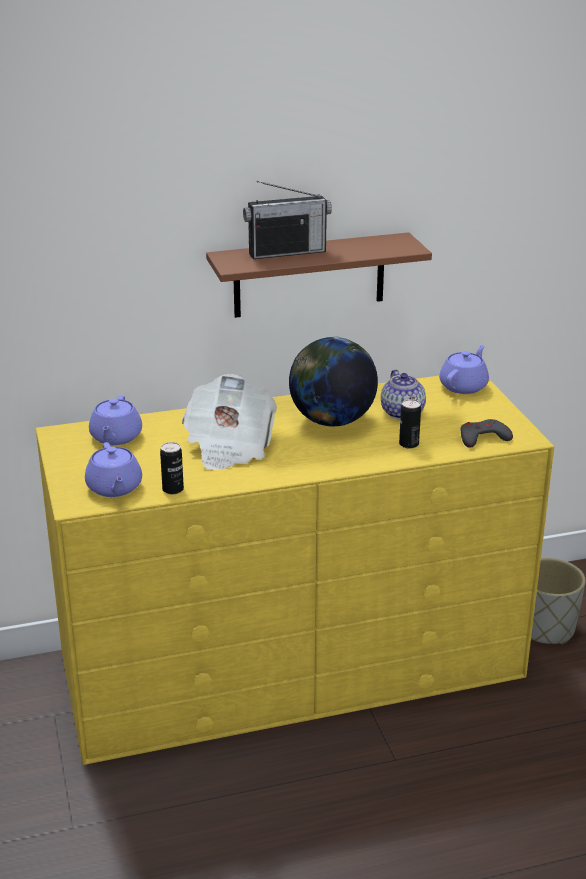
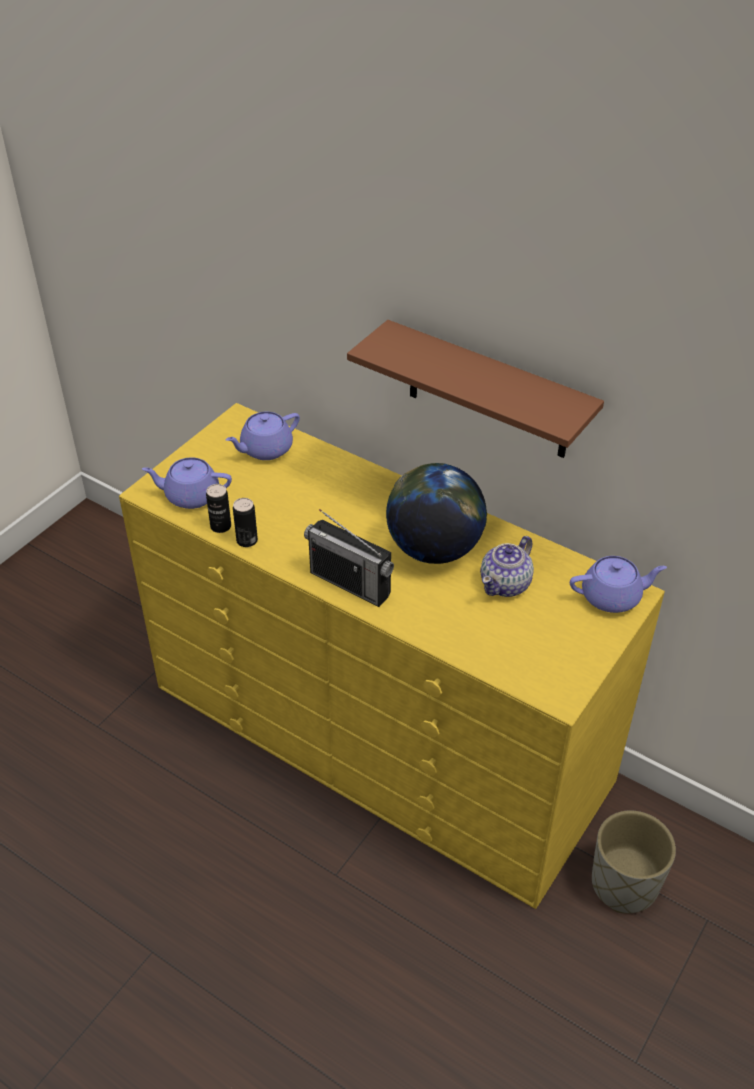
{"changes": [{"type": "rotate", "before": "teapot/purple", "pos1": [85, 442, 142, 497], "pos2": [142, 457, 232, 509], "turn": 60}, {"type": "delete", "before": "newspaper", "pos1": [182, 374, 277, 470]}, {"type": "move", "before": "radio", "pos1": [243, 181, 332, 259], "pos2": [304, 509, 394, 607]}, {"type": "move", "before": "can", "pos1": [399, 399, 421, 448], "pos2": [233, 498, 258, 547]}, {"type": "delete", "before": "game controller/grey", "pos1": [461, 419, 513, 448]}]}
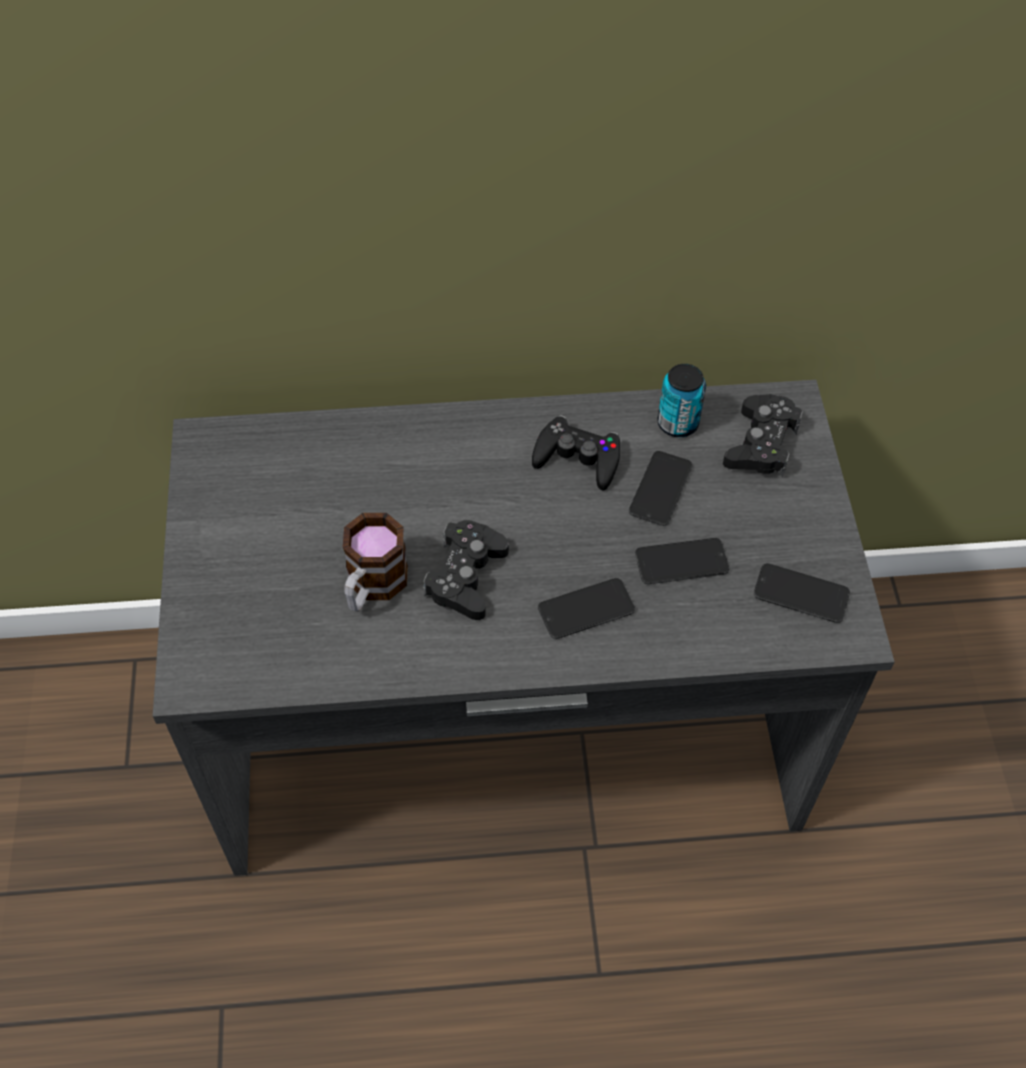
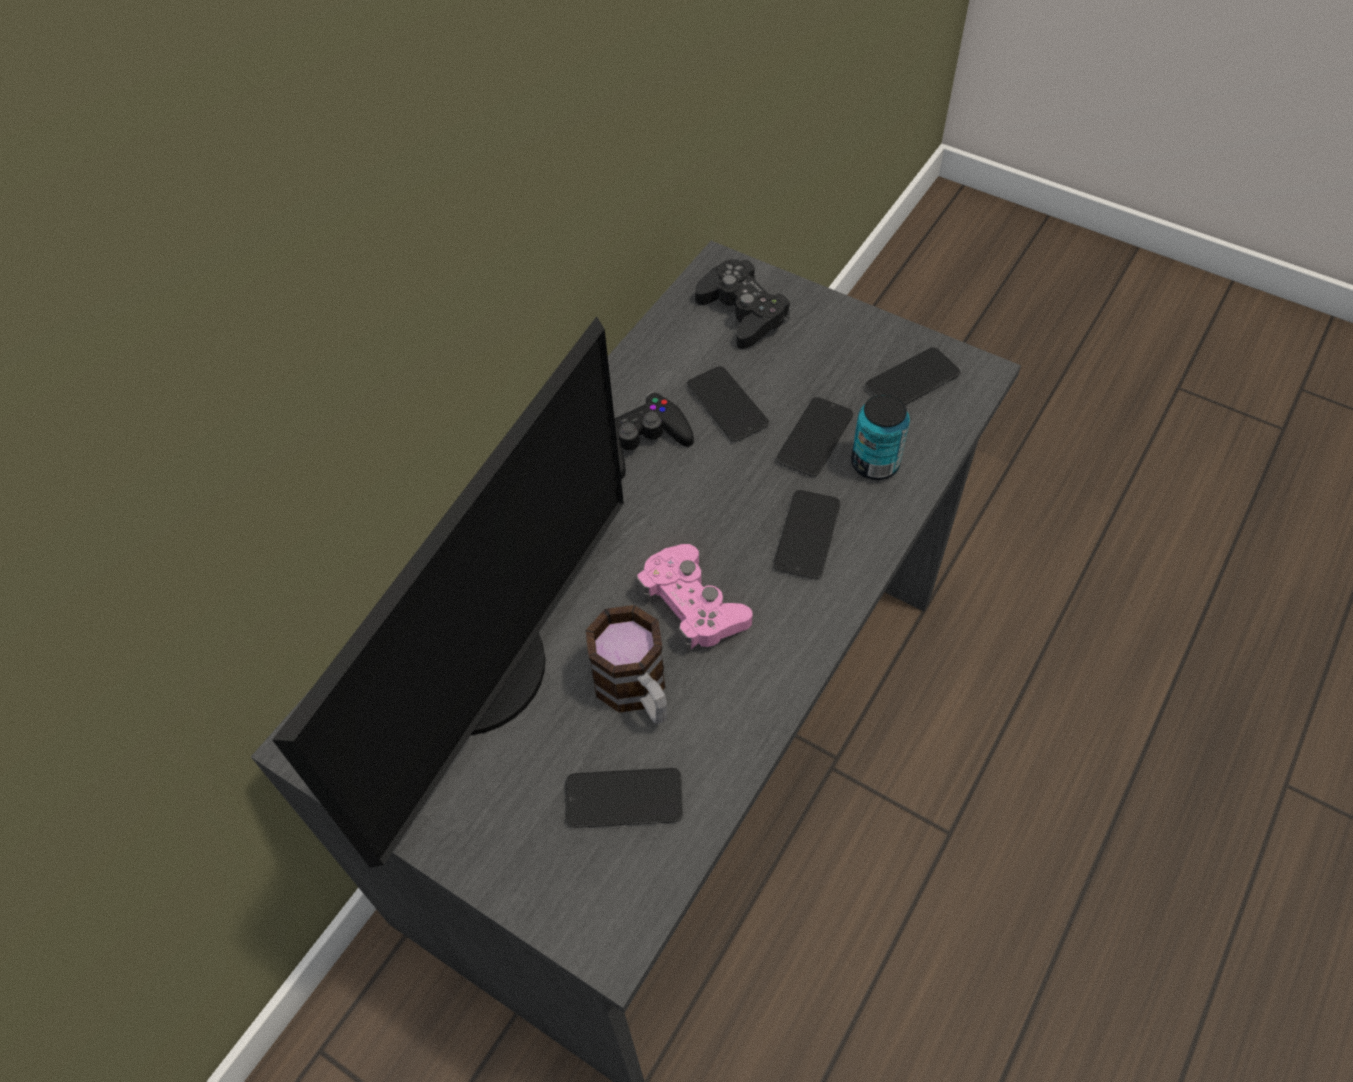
{"changes": [{"type": "recolor", "before": "game controller/black", "after": "game controller/pink", "pos1": [423, 520, 509, 620], "pos2": [637, 544, 752, 654]}, {"type": "move", "before": "can", "pos1": [657, 364, 706, 437], "pos2": [851, 394, 910, 480]}, {"type": "insert", "after": "monitor", "pos2": [272, 316, 624, 868]}, {"type": "insert", "after": "phone", "pos2": [565, 768, 683, 828]}]}
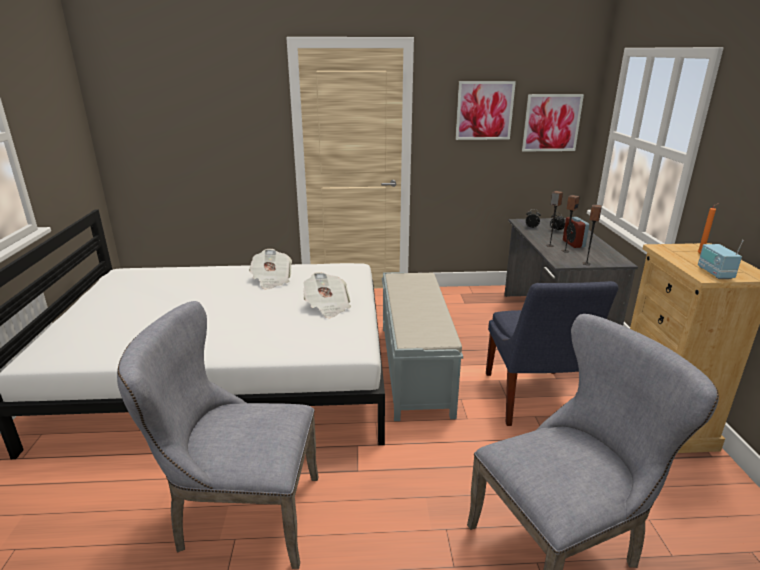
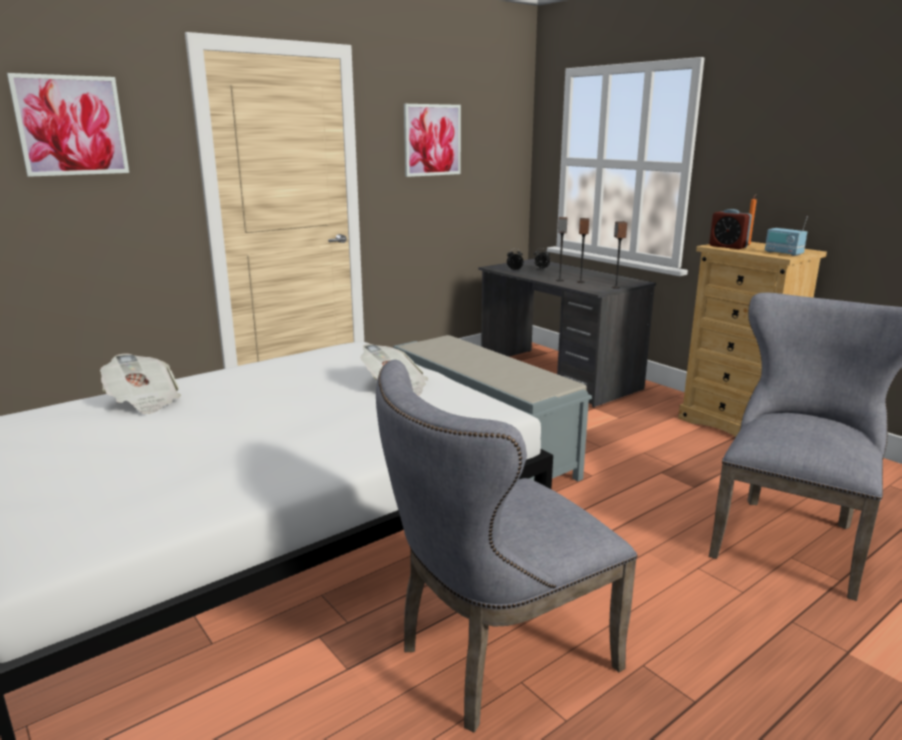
{"changes": [{"type": "move", "before": "newspaper", "pos1": [249, 249, 292, 290], "pos2": [100, 353, 181, 414]}, {"type": "delete", "before": "chair/blue", "pos1": [486, 281, 619, 426]}, {"type": "move", "before": "picture", "pos1": [522, 94, 584, 152], "pos2": [7, 73, 129, 177]}, {"type": "move", "before": "alarm clock", "pos1": [563, 217, 589, 248], "pos2": [709, 209, 752, 249]}]}
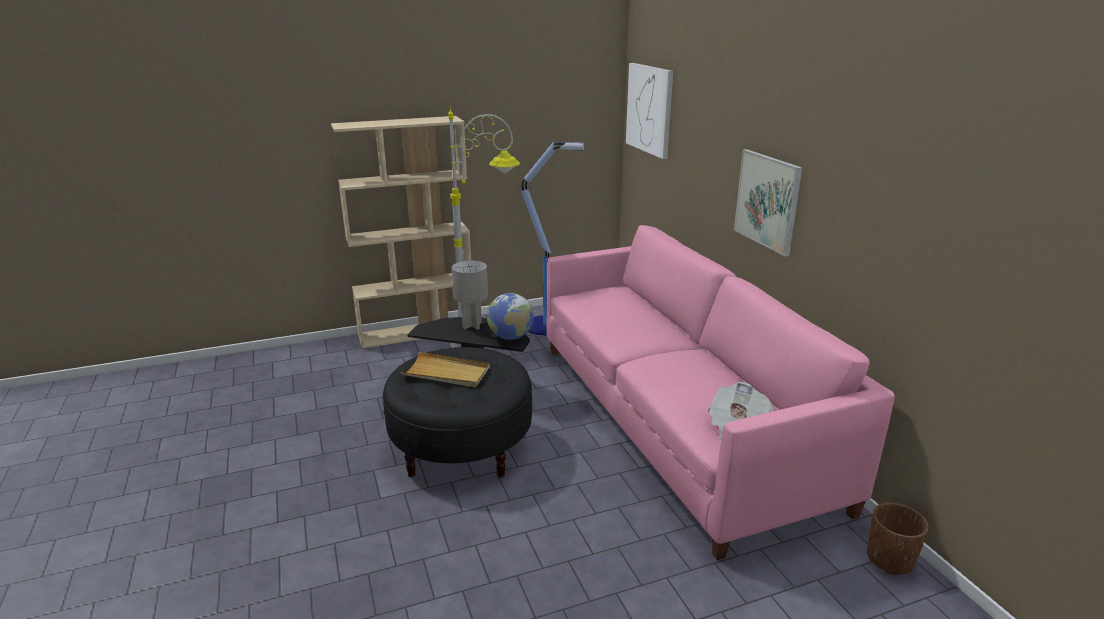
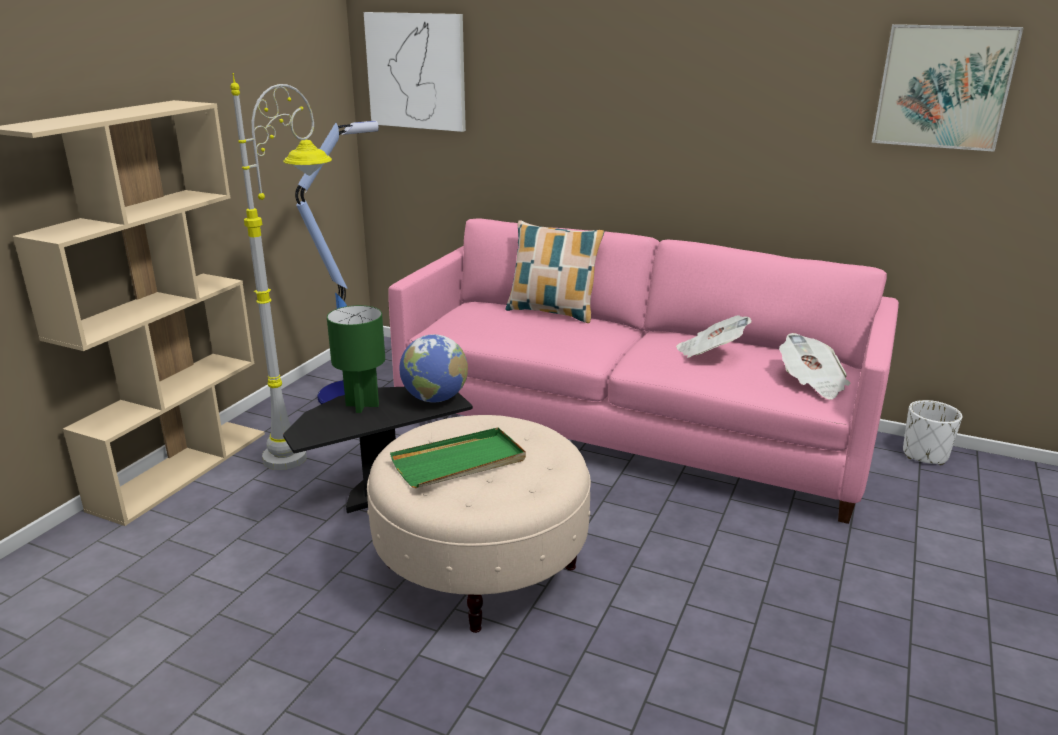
{"changes": [{"type": "recolor", "before": "ottoman/black", "after": "ottoman/beige", "pos1": [383, 347, 532, 478], "pos2": [367, 415, 591, 633]}, {"type": "recolor", "before": "tray/beige", "after": "tray/green", "pos1": [400, 352, 490, 387], "pos2": [390, 427, 526, 488]}, {"type": "recolor", "before": "table lamp/grey", "after": "table lamp/green", "pos1": [451, 260, 488, 330], "pos2": [327, 305, 385, 413]}, {"type": "move", "before": "picture", "pos1": [734, 149, 802, 256], "pos2": [872, 24, 1024, 152]}, {"type": "recolor", "before": "planter/brown", "after": "planter/white", "pos1": [867, 502, 929, 575], "pos2": [903, 400, 962, 465]}, {"type": "insert", "after": "pillow", "pos2": [505, 220, 604, 323]}, {"type": "insert", "after": "newspaper", "pos2": [676, 315, 752, 358]}]}
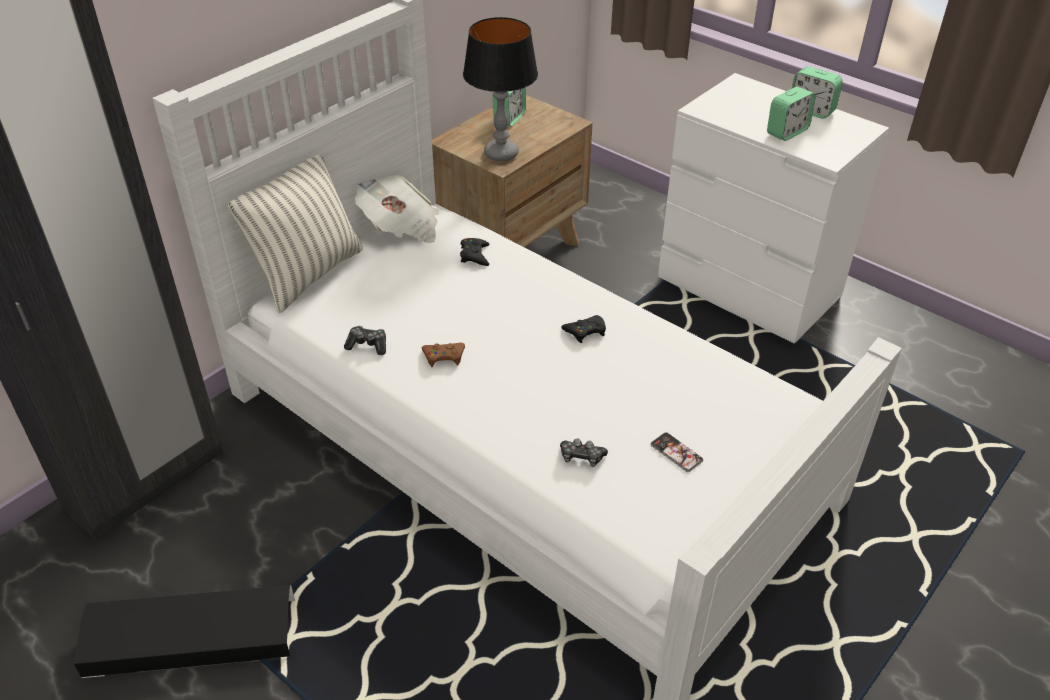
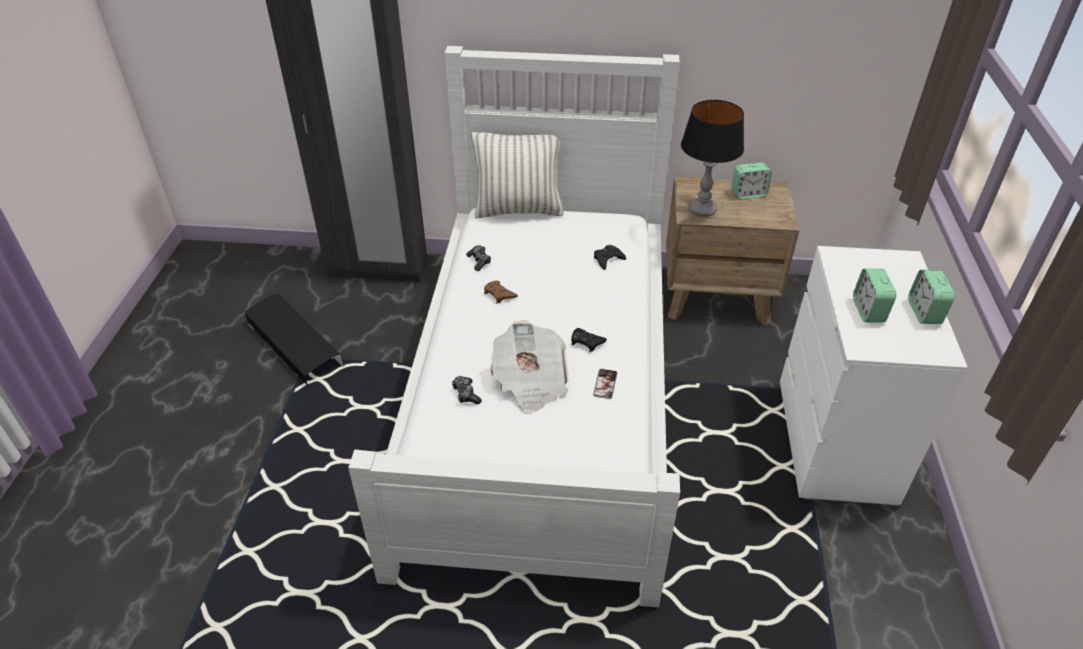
{"changes": [{"type": "move", "before": "newspaper", "pos1": [355, 174, 439, 243], "pos2": [490, 320, 569, 414]}, {"type": "move", "before": "phone", "pos1": [650, 432, 703, 472], "pos2": [593, 369, 617, 399]}, {"type": "rotate", "before": "alarm clock", "pos1": [767, 87, 816, 141], "pos2": [853, 268, 896, 323], "turn": 75}]}
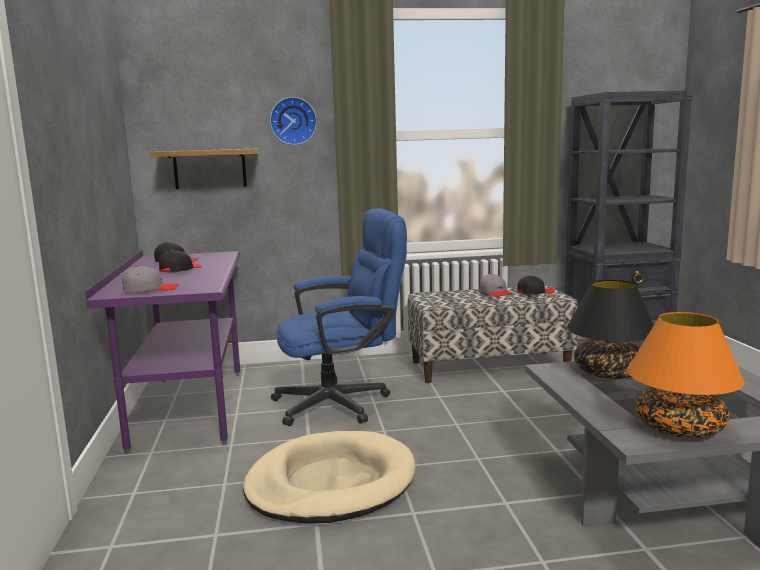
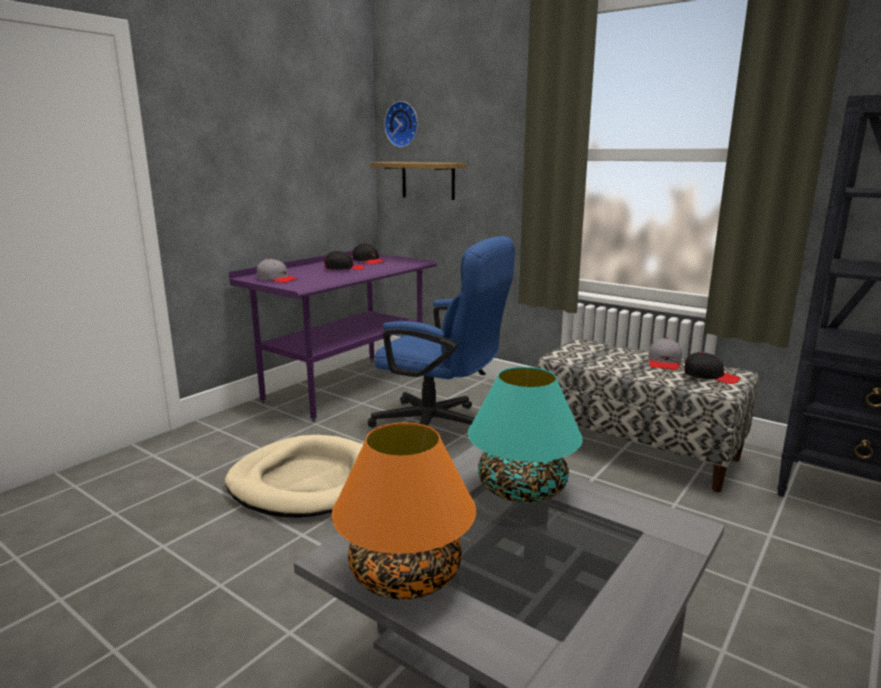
{"changes": [{"type": "move", "before": "wall clock", "pos1": [270, 97, 317, 145], "pos2": [384, 101, 418, 147]}, {"type": "recolor", "before": "table lamp/black", "after": "table lamp/turquoise", "pos1": [567, 280, 654, 379], "pos2": [468, 367, 583, 503]}]}
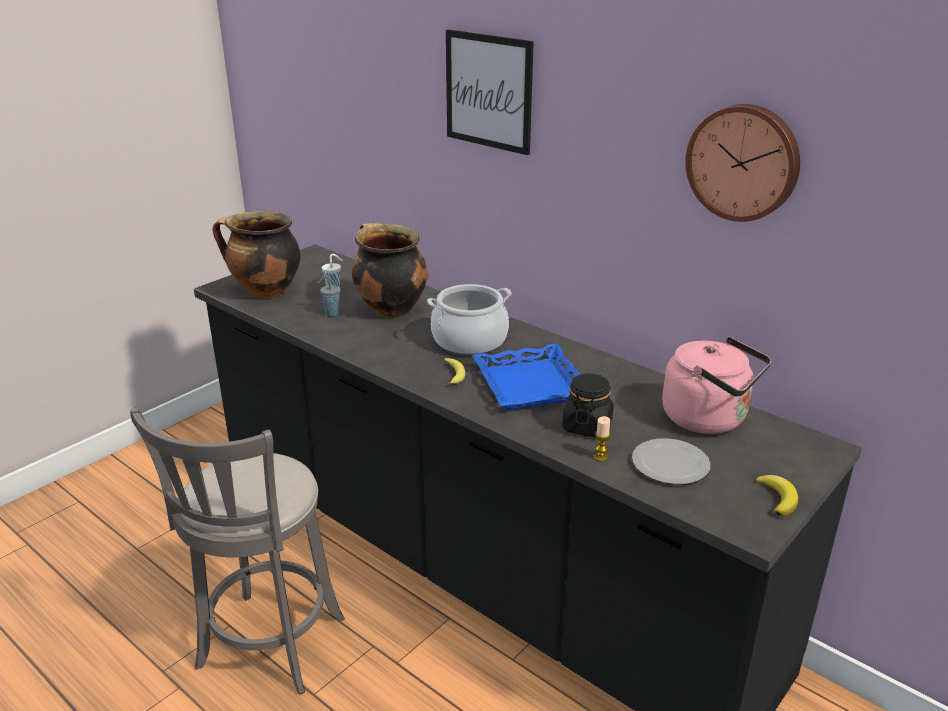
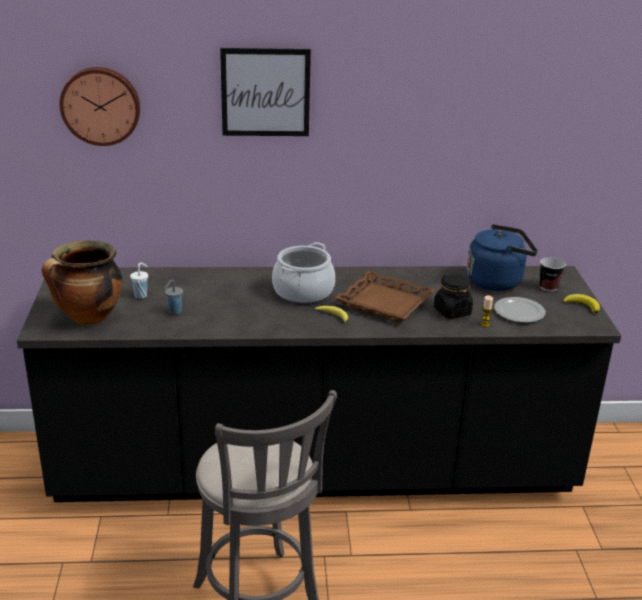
{"changes": [{"type": "delete", "before": "cooking pot", "pos1": [352, 223, 428, 318]}, {"type": "recolor", "before": "tray/blue", "after": "tray/brown", "pos1": [472, 343, 580, 410], "pos2": [335, 270, 435, 322]}, {"type": "recolor", "before": "kettle/pink", "after": "kettle/blue", "pos1": [662, 337, 771, 434], "pos2": [467, 224, 538, 291]}, {"type": "move", "before": "wall clock", "pos1": [685, 104, 800, 222], "pos2": [60, 67, 140, 146]}, {"type": "insert", "after": "cup", "pos2": [540, 257, 566, 292]}]}
